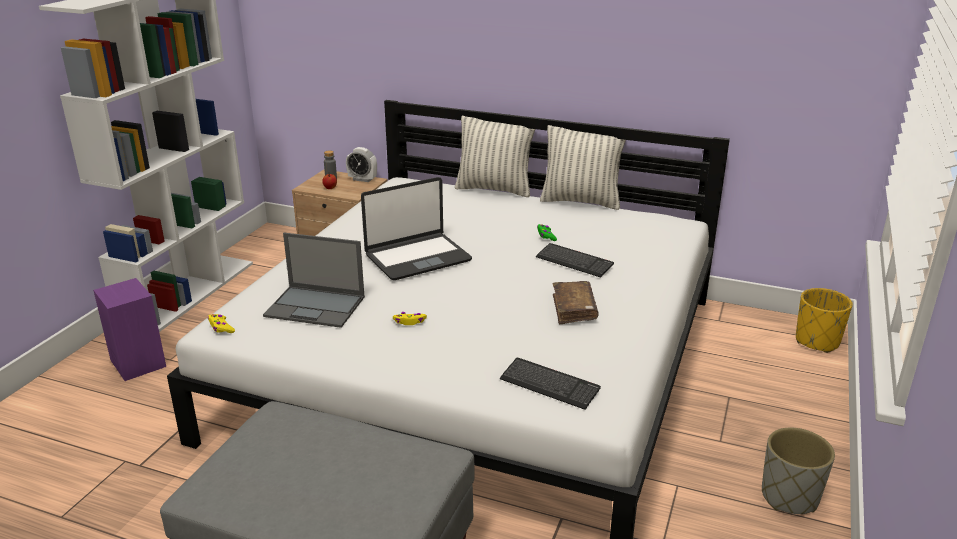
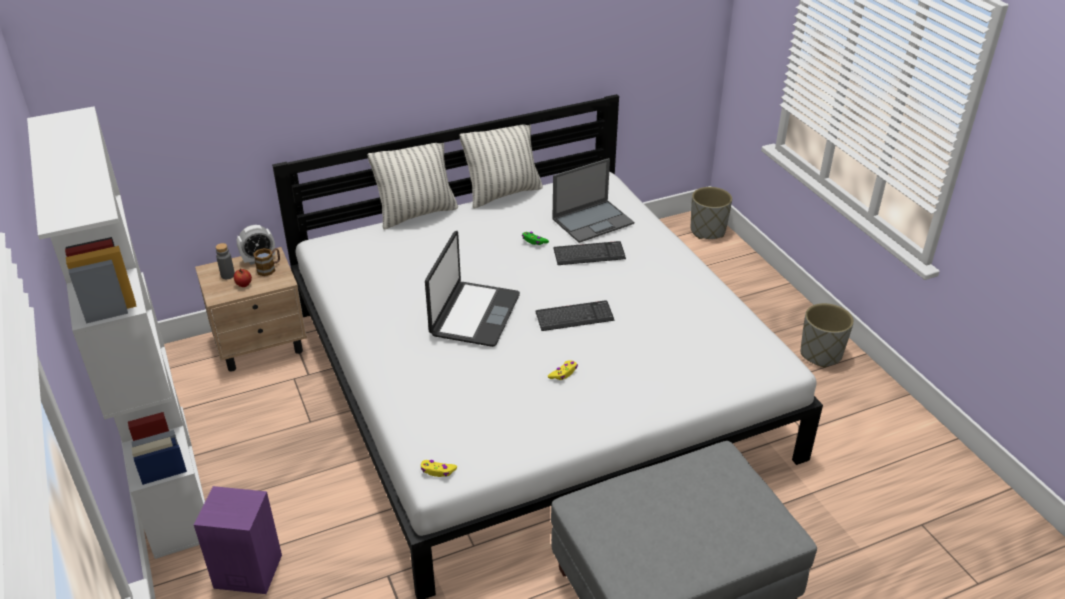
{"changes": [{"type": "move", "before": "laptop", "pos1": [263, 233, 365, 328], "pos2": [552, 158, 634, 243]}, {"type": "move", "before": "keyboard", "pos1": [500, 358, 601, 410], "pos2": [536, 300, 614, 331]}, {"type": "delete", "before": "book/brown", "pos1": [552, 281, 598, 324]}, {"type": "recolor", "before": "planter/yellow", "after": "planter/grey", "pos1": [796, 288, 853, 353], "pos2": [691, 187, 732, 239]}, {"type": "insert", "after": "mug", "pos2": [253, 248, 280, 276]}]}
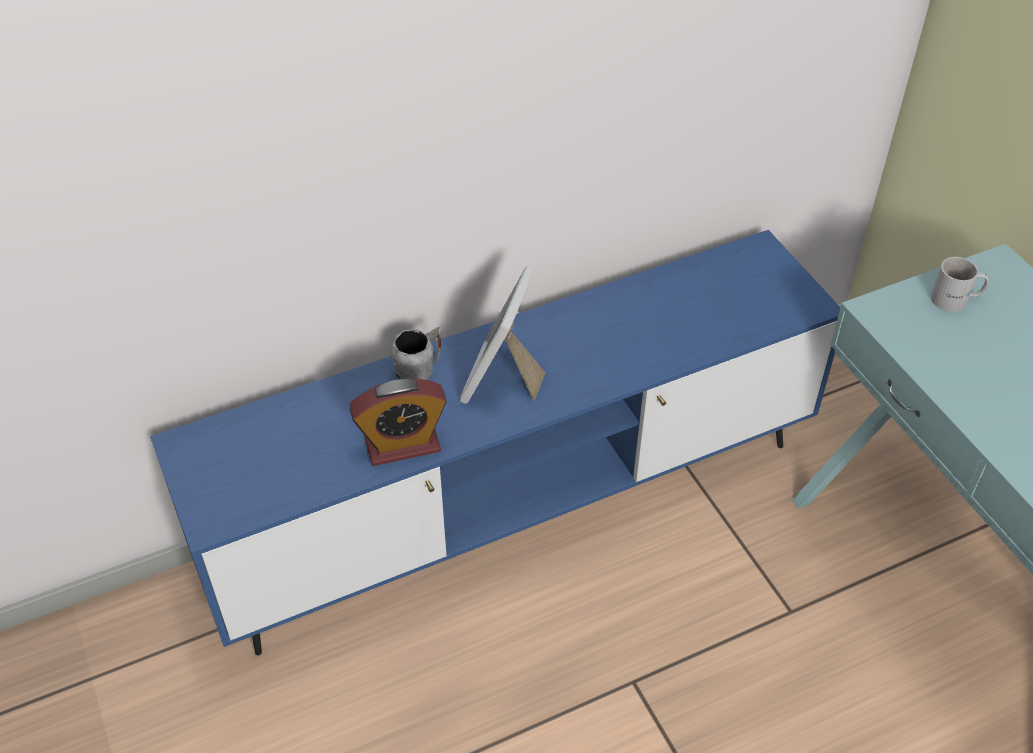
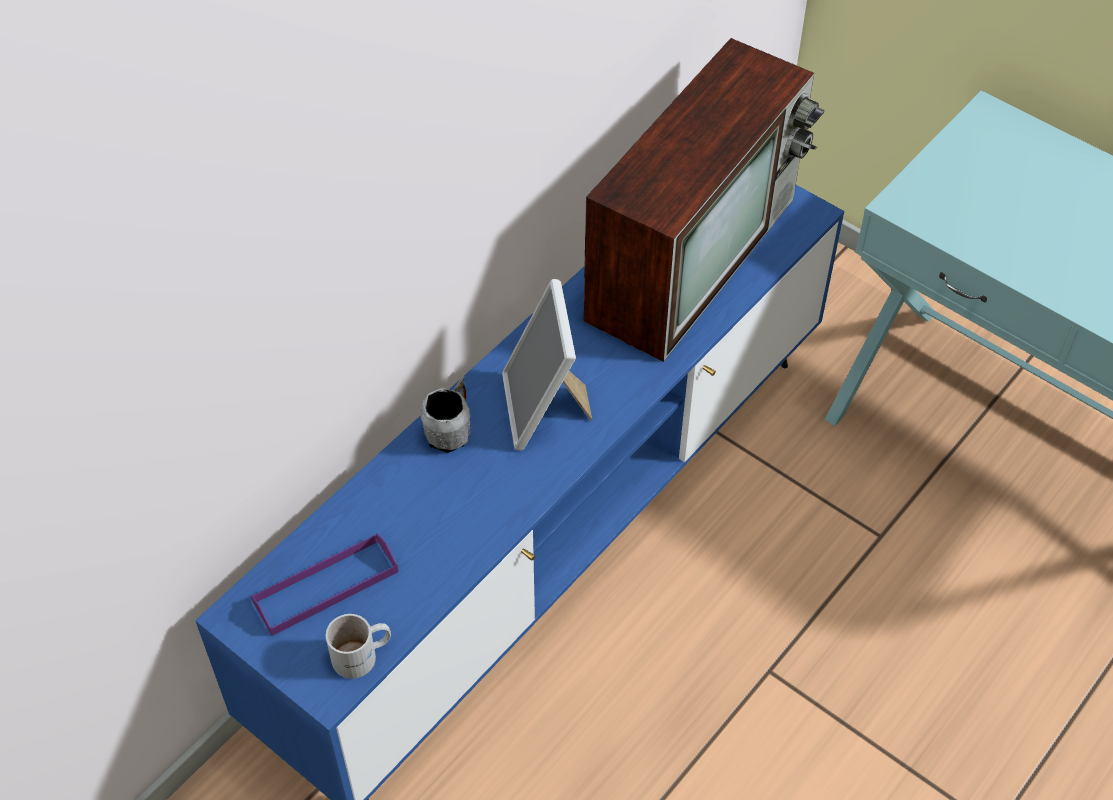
{"changes": [{"type": "delete", "before": "alarm clock", "pos1": [350, 379, 447, 466]}, {"type": "move", "before": "mug/white", "pos1": [931, 257, 989, 312], "pos2": [326, 614, 391, 679]}, {"type": "insert", "after": "tray/purple", "pos2": [251, 533, 398, 636]}, {"type": "insert", "after": "television", "pos2": [583, 38, 825, 362]}]}
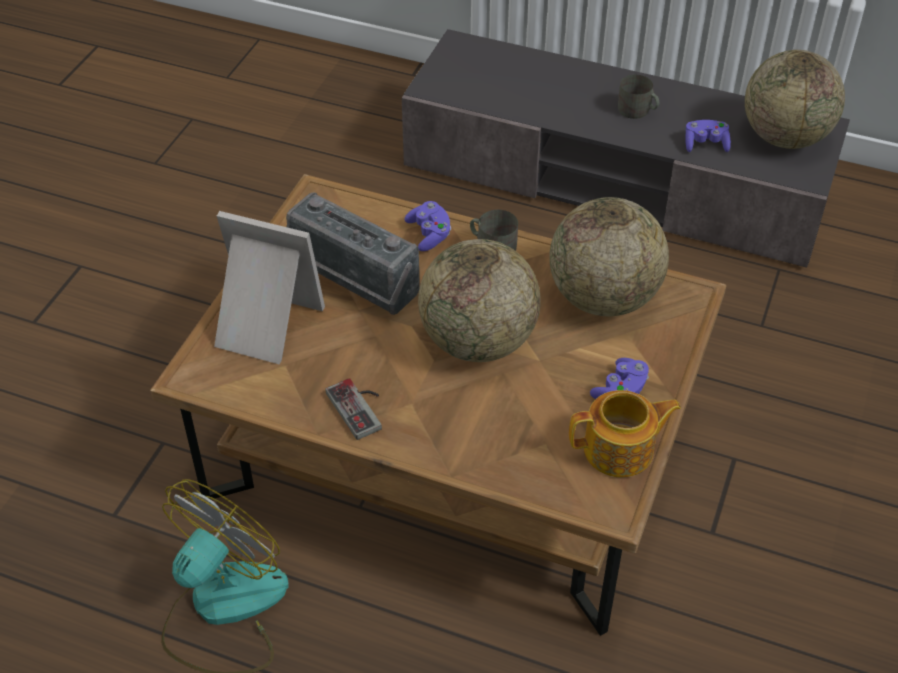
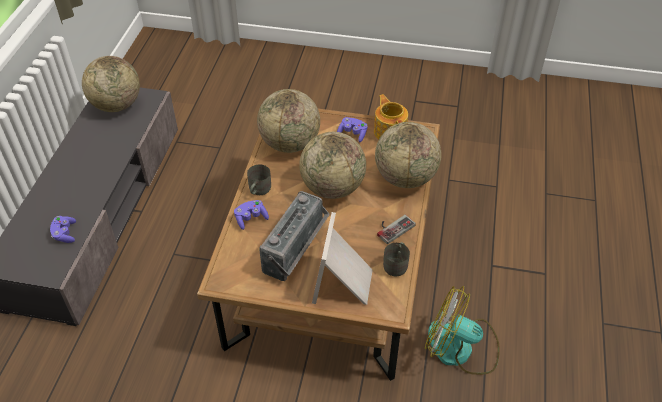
{"changes": [{"type": "move", "before": "mug/grey", "pos1": [618, 75, 659, 119], "pos2": [383, 242, 410, 277]}, {"type": "move", "before": "game controller/purple", "pos1": [685, 120, 731, 152], "pos2": [50, 216, 76, 243]}, {"type": "insert", "after": "globe", "pos2": [375, 122, 441, 188]}]}
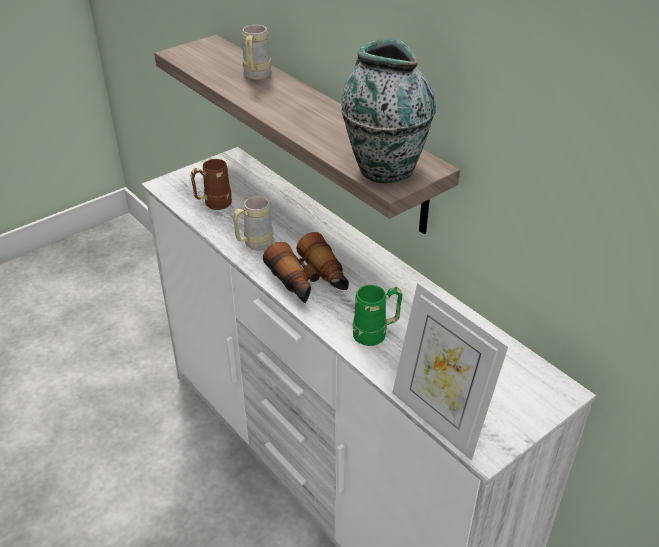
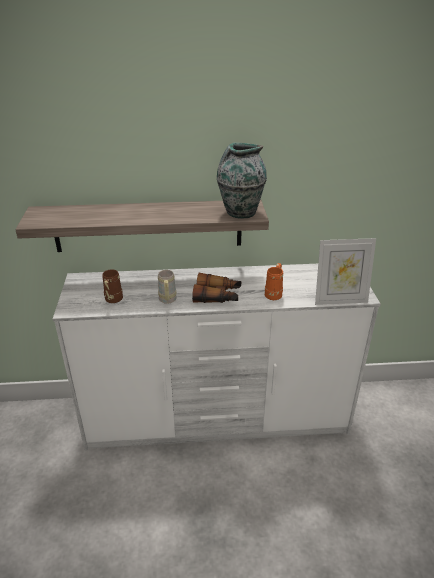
{"changes": [{"type": "delete", "before": "mug/beige", "pos1": [242, 25, 271, 80]}, {"type": "recolor", "before": "mug/green", "after": "mug/orange", "pos1": [353, 285, 402, 346], "pos2": [265, 263, 283, 300]}]}
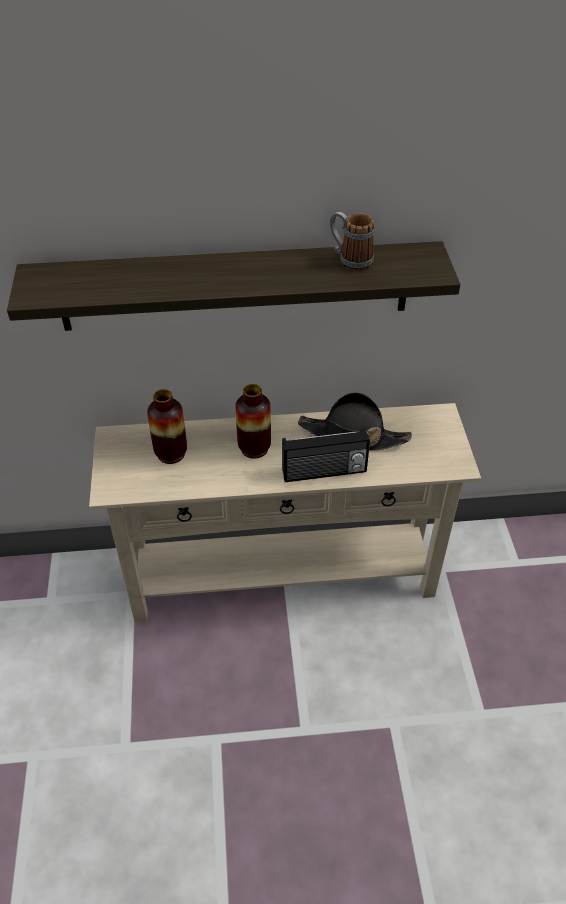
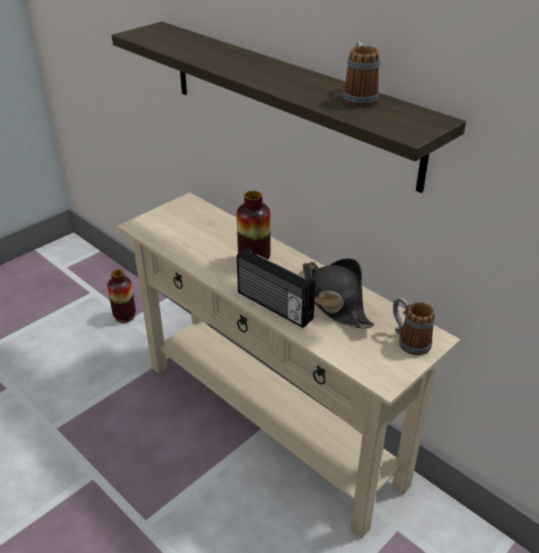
{"changes": [{"type": "move", "before": "vase", "pos1": [147, 389, 187, 464], "pos2": [107, 269, 136, 323]}, {"type": "insert", "after": "mug", "pos2": [393, 297, 435, 355]}]}
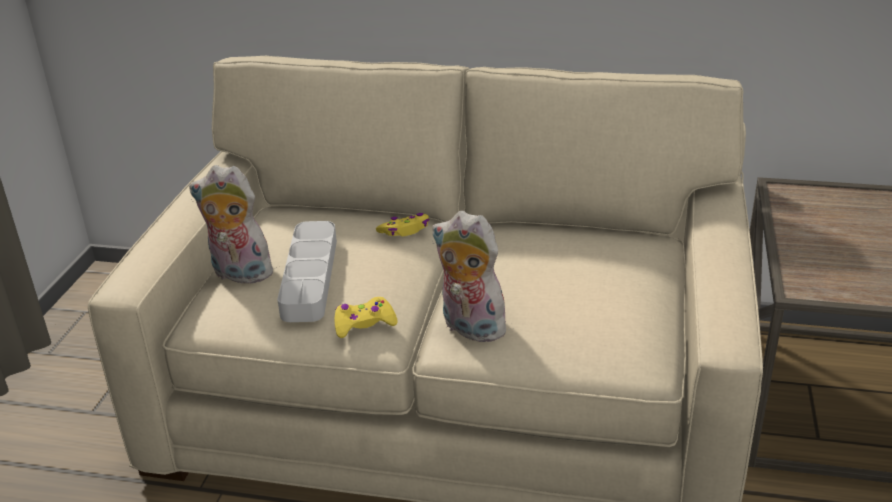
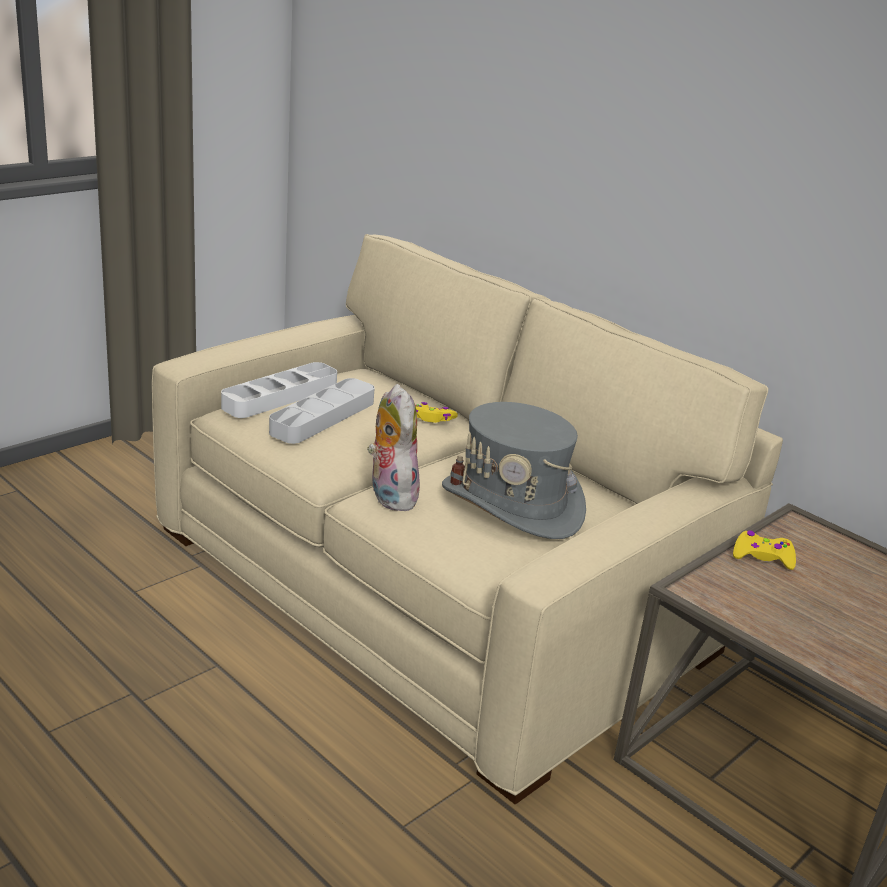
{"changes": [{"type": "replace", "before": "plush toy", "after": "tray/white", "pos1": [189, 165, 277, 287], "pos2": [221, 362, 337, 418]}, {"type": "move", "before": "game controller/yellow", "pos1": [335, 297, 398, 338], "pos2": [733, 530, 796, 570]}, {"type": "insert", "after": "hat/grey", "pos2": [442, 402, 586, 539]}]}
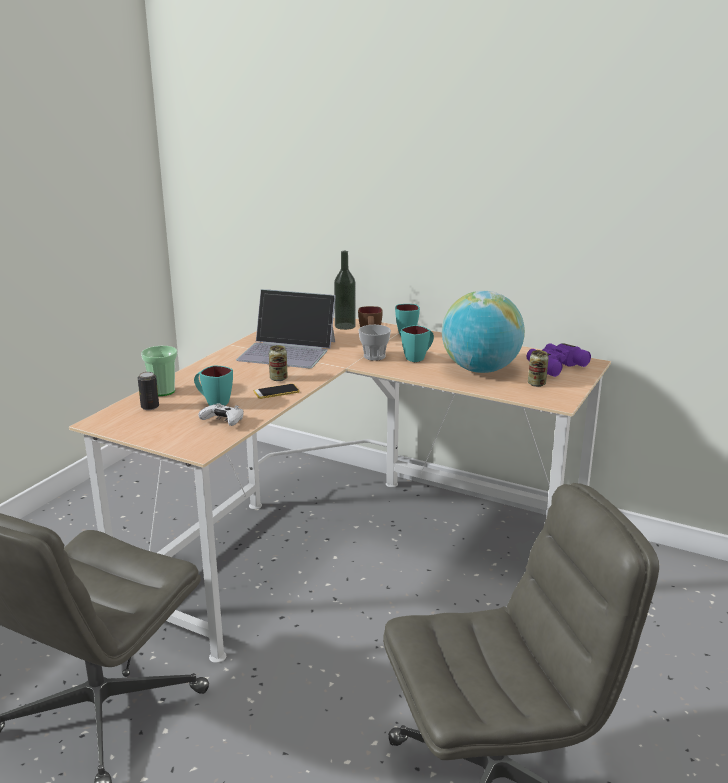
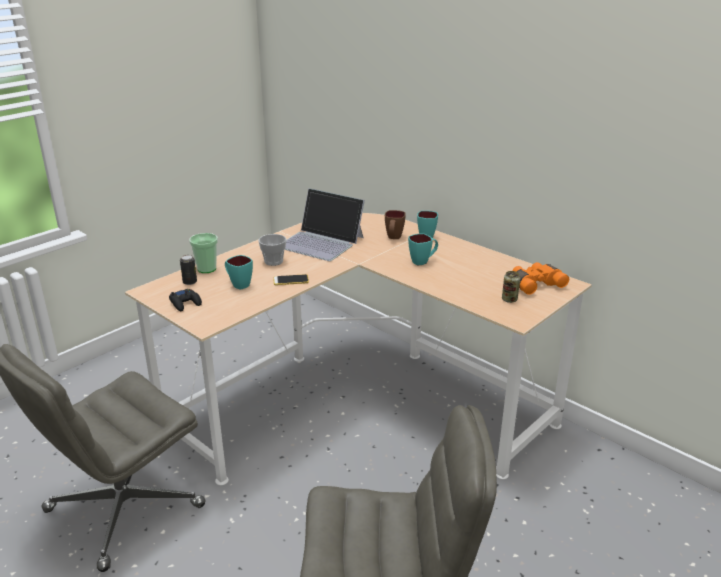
{"changes": [{"type": "delete", "before": "game controller/white", "pos1": [198, 403, 244, 426]}, {"type": "delete", "before": "can", "pos1": [269, 345, 288, 381]}, {"type": "delete", "before": "bottle", "pos1": [334, 251, 356, 330]}, {"type": "move", "before": "cup", "pos1": [358, 325, 391, 361], "pos2": [258, 234, 286, 266]}, {"type": "delete", "before": "globe", "pos1": [442, 291, 525, 373]}, {"type": "recolor", "before": "binoculars/purple", "after": "binoculars/orange", "pos1": [527, 343, 591, 377], "pos2": [513, 262, 569, 295]}, {"type": "insert", "after": "game controller/black", "pos2": [169, 289, 202, 311]}]}
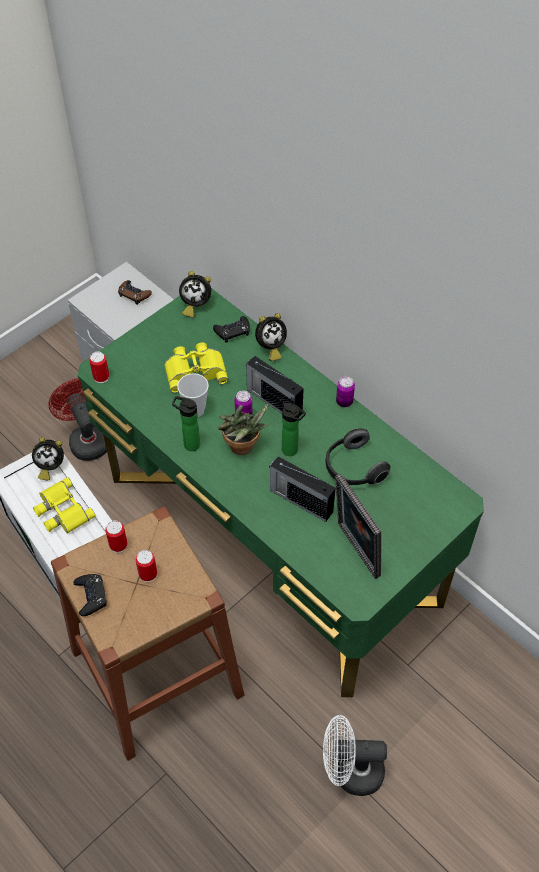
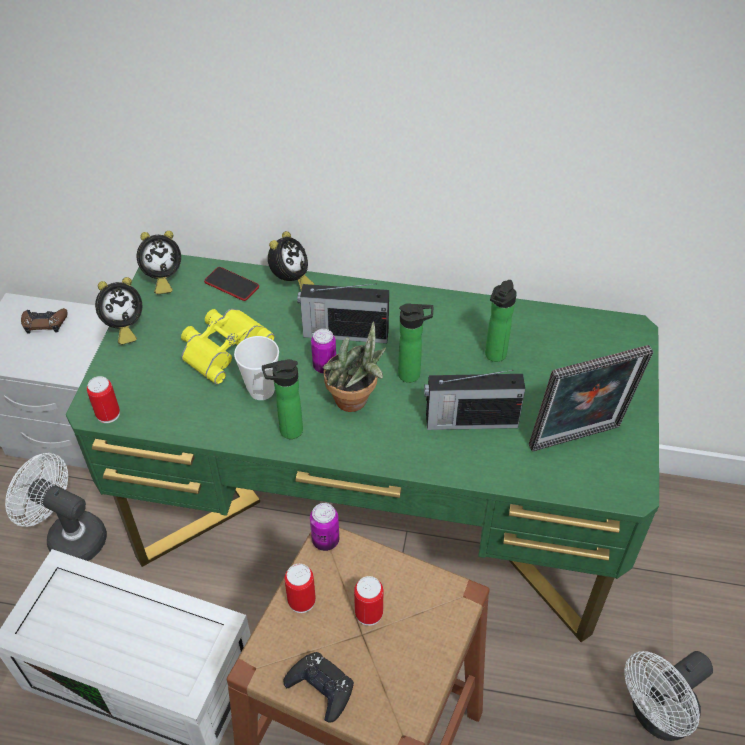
{"changes": [{"type": "move", "before": "alarm clock", "pos1": [32, 437, 64, 480], "pos2": [95, 277, 142, 345]}, {"type": "delete", "before": "binoculars/yellow", "pos1": [33, 477, 96, 534]}, {"type": "recolor", "before": "fan/red", "after": "fan/white", "pos1": [48, 378, 107, 461], "pos2": [5, 453, 107, 561]}, {"type": "replace", "before": "game controller/black", "after": "phone", "pos1": [213, 316, 250, 343], "pos2": [204, 267, 259, 301]}, {"type": "replace", "before": "headphones", "after": "bottle", "pos1": [325, 428, 391, 485], "pos2": [485, 280, 517, 362]}, {"type": "rotate", "before": "picture frame", "pos1": [335, 474, 381, 579], "pos2": [529, 345, 653, 452], "turn": -45}, {"type": "move", "before": "can", "pos1": [336, 376, 355, 407], "pos2": [310, 503, 339, 551]}]}
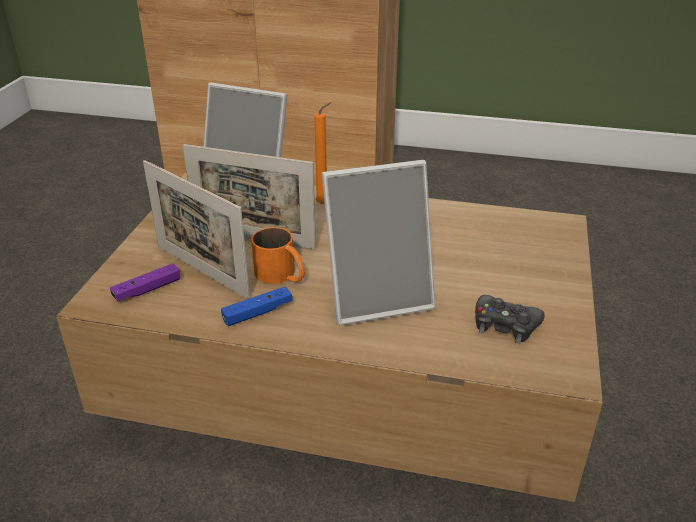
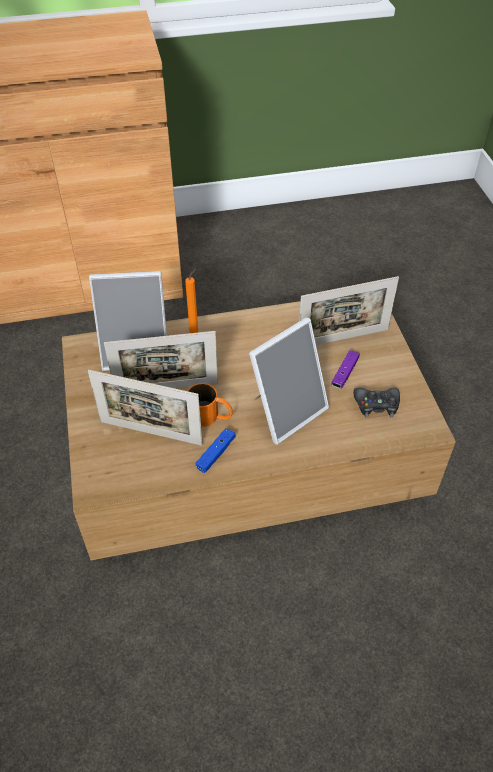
{"changes": [{"type": "move", "before": "game controller/purple", "pos1": [110, 263, 180, 301], "pos2": [331, 350, 360, 388]}, {"type": "insert", "after": "picture frame", "pos2": [299, 276, 399, 345]}]}
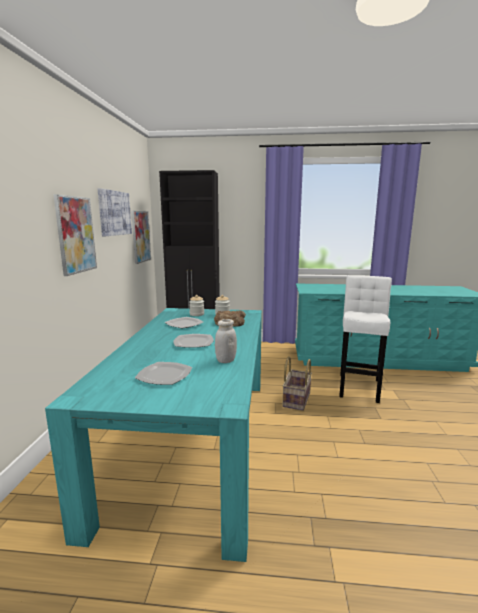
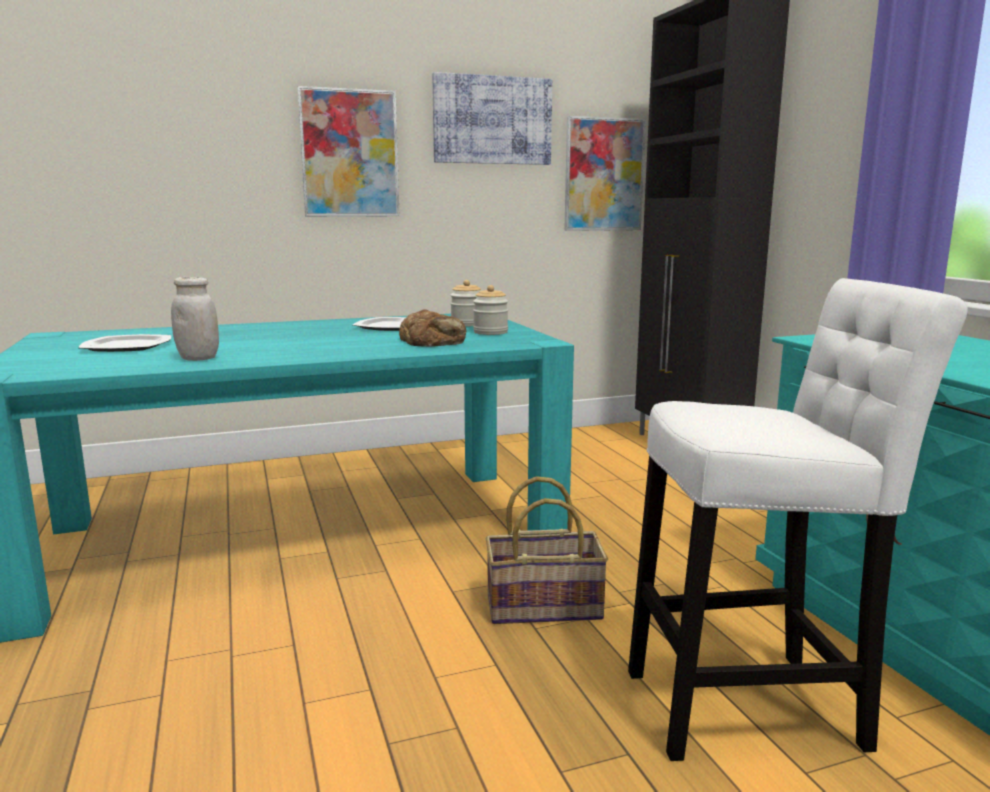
{"changes": [{"type": "delete", "before": "plate", "pos1": [173, 334, 214, 348]}]}
